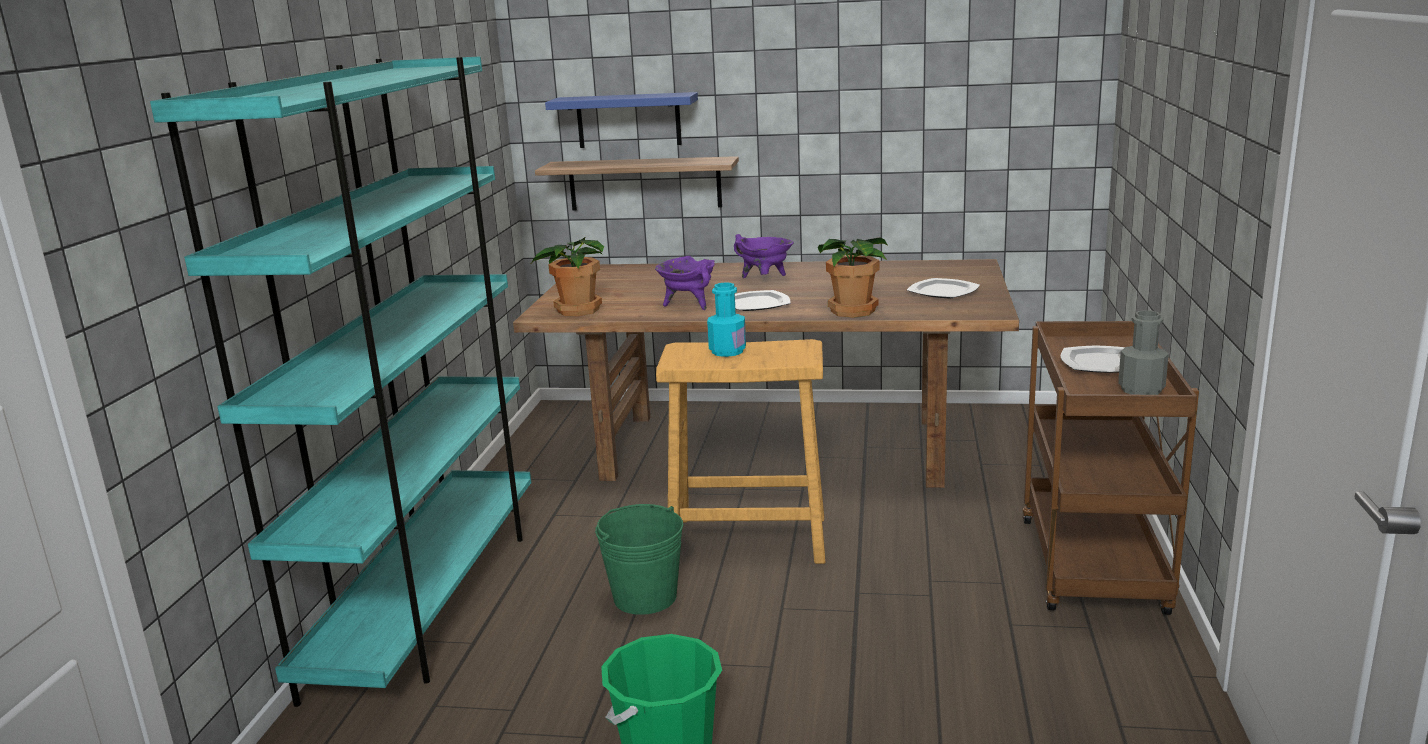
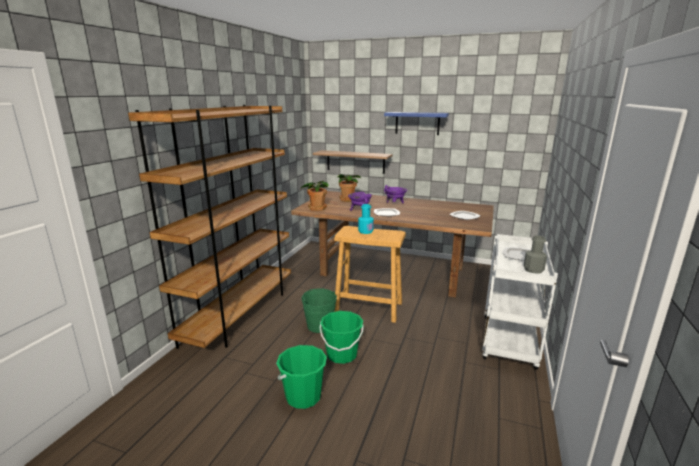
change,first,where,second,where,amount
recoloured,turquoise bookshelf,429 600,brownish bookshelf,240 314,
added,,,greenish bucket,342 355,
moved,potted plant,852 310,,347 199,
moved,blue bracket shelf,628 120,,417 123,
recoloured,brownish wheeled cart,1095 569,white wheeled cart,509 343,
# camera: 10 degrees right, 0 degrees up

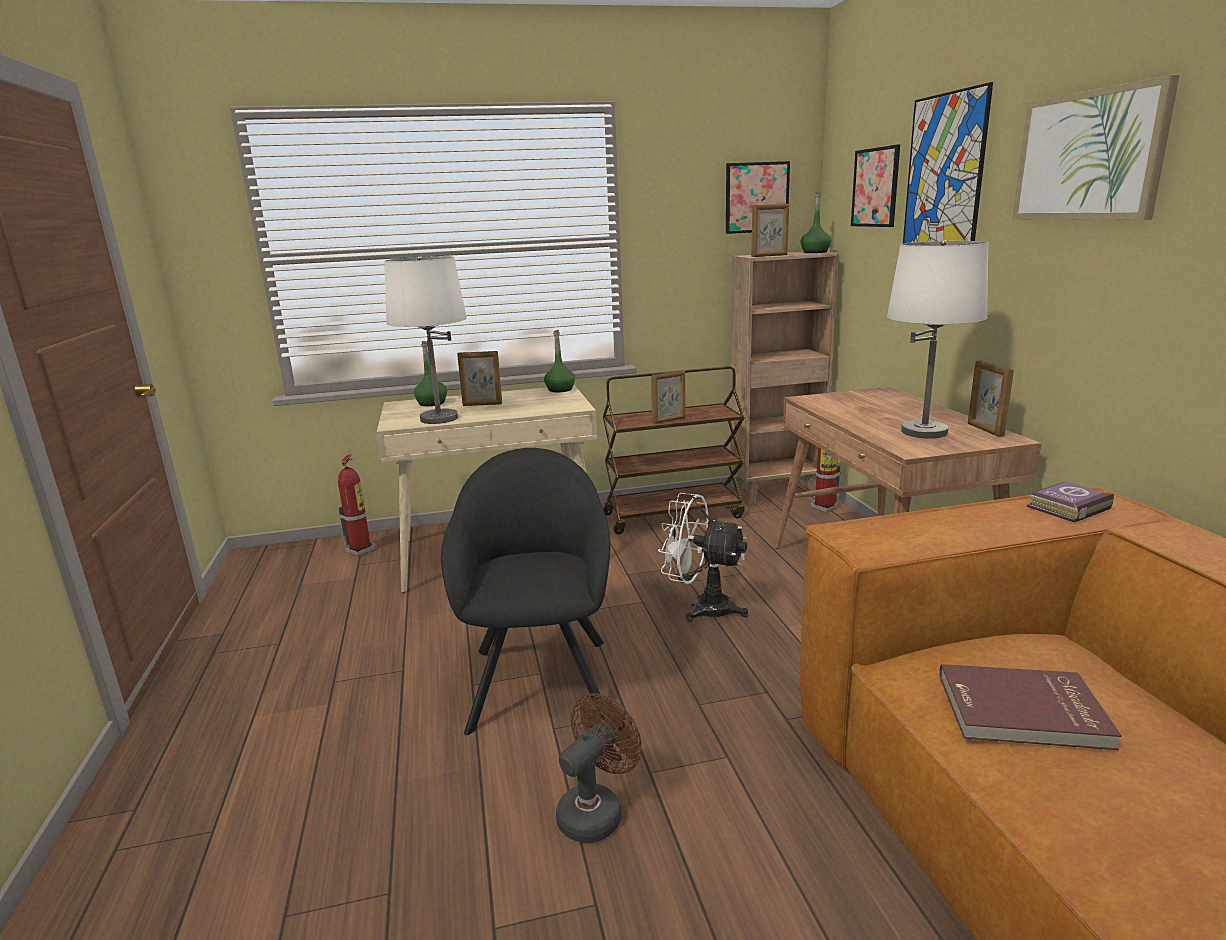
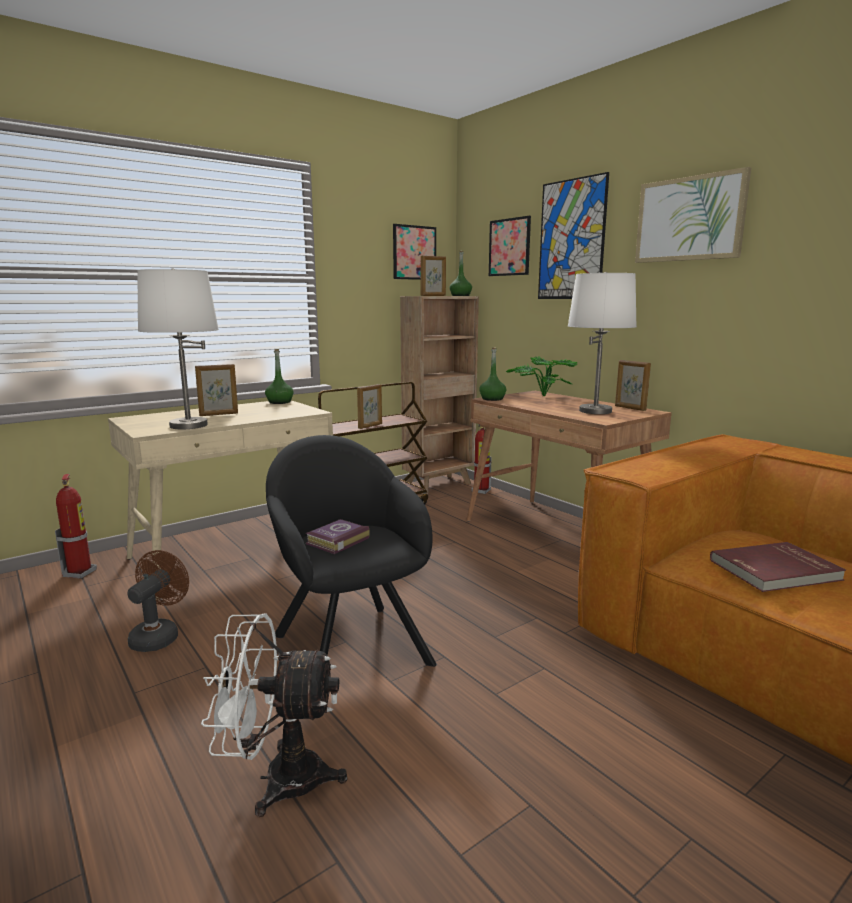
change,first,where,second,where,amount
moved,brownish fan,596 810,,159 636,
moved,white fan,702 607,,278 779,
moved,volume,1066 507,,336 541,
moved,greenish bottle,432 403,,492 399,
added,,,potted plant,542 397,
# camera: 25 degrees left, 5 degrees down

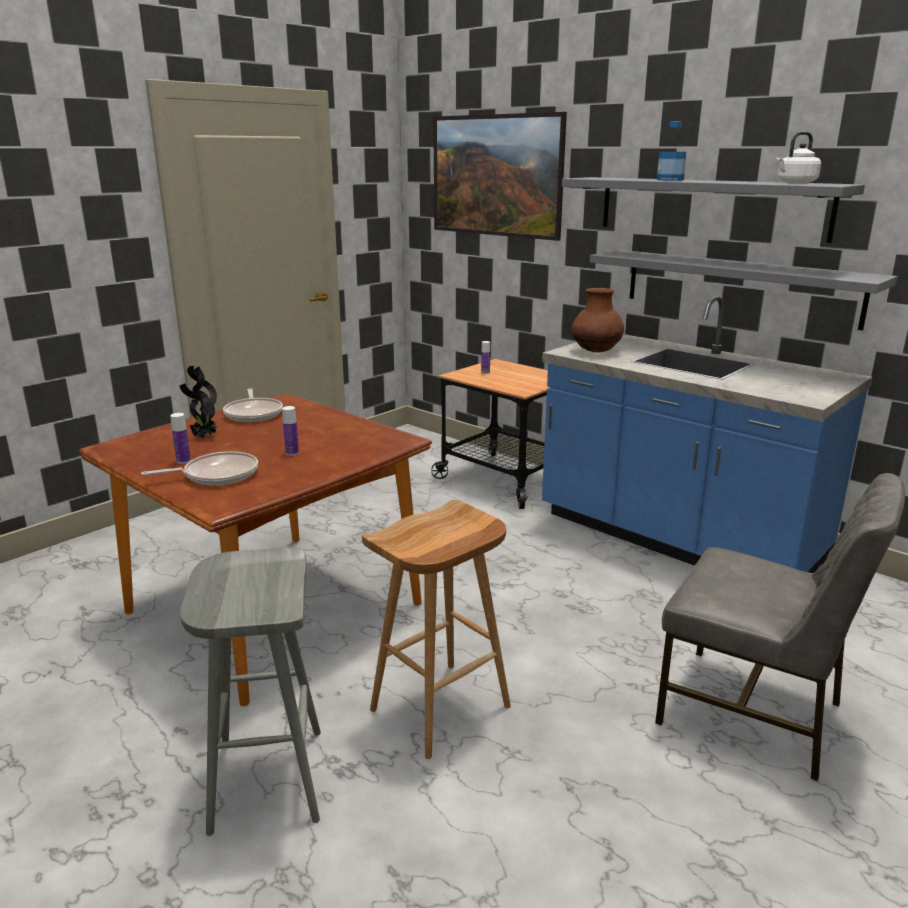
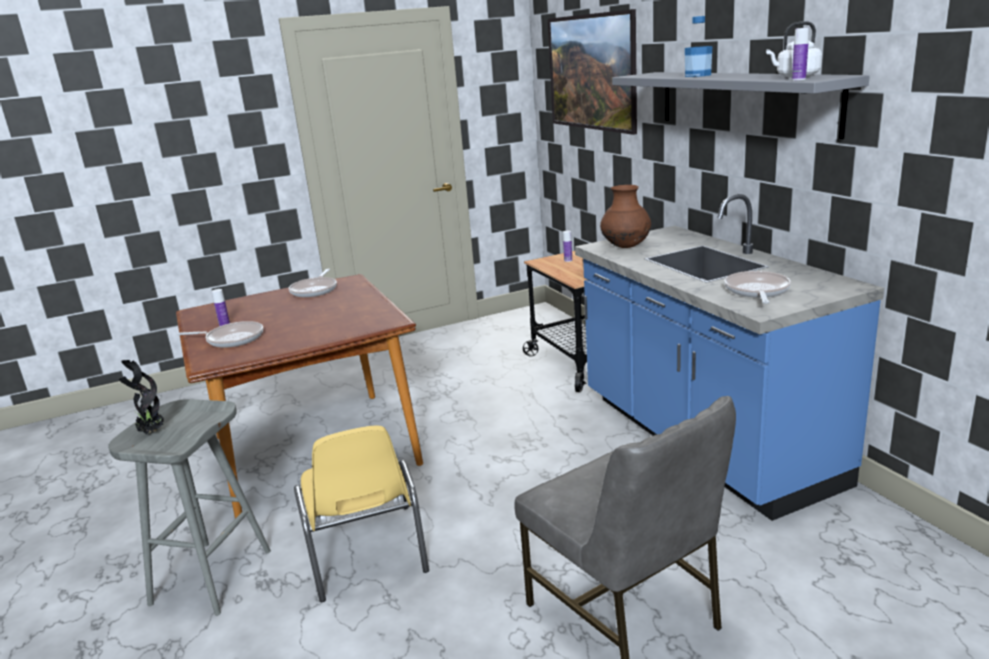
change,first,where,second,where,amount
moved,potted plant,204 437,,151 432,
replaced,brownish stool seat,440 709,yellow chair,365 553,
added,,,frying pan,756 291,
moved,bottle,292 453,,798 79,
removed,grey bracket shelf,738 287,,,
# camera: 25 degrees right, 0 degrees up

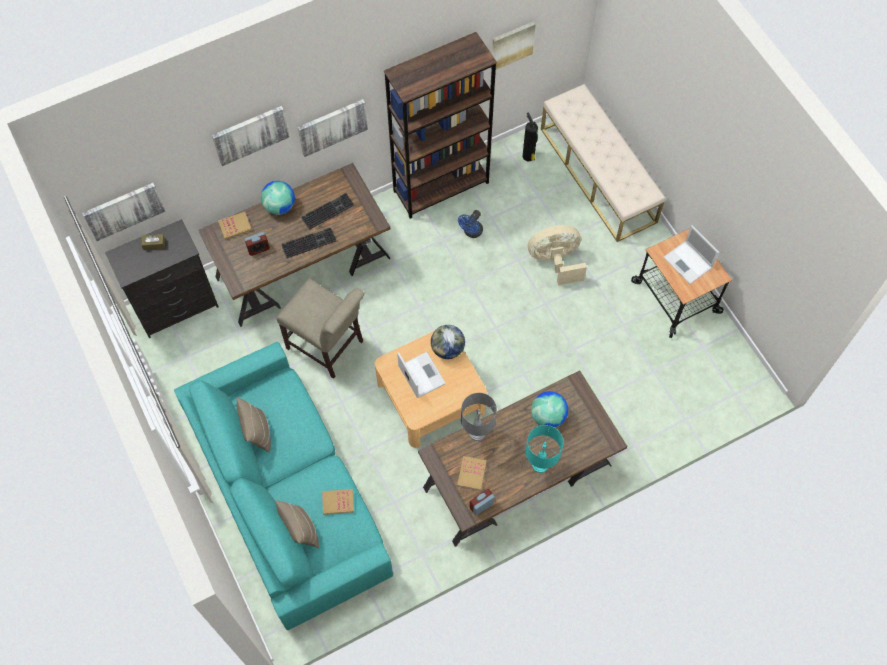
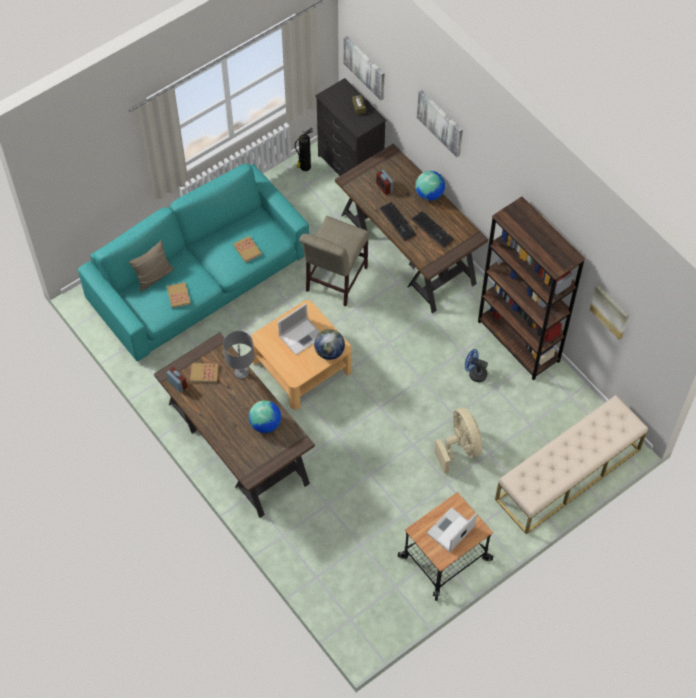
change,first,where,second,where,amount
moved,volume,235 226,,247 250,
moved,fire extinguisher,528 157,,304 167,
removed,beige pillow,257 432,,,
removed,wall picture,332 126,,,
removed,turquoise lamp for a table,540 464,,,
# camera: 80 degrees right, 5 degrees down

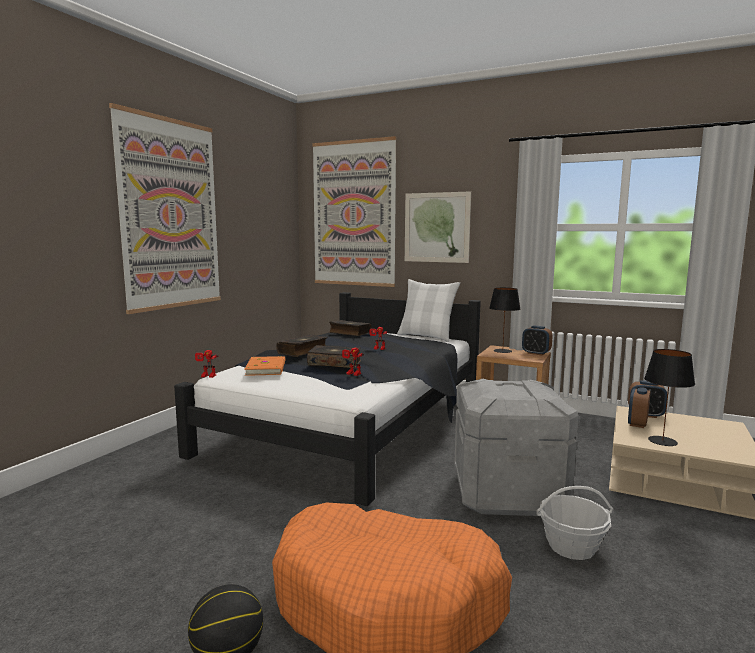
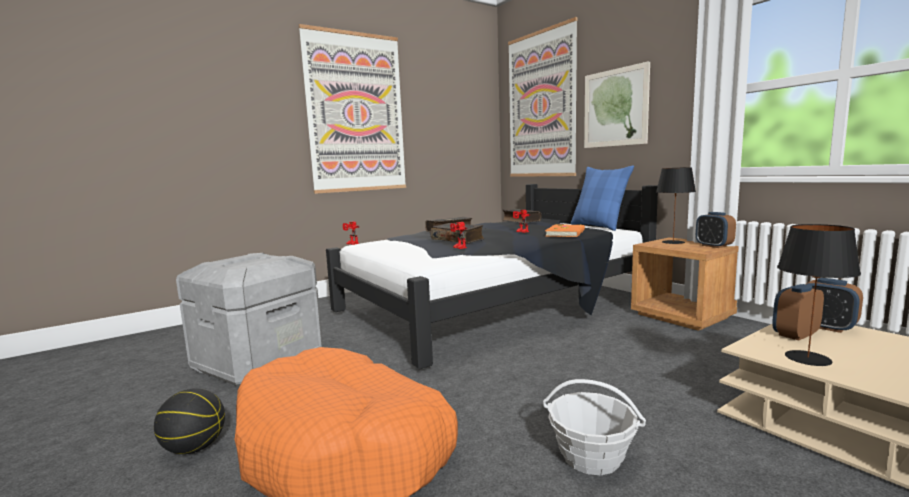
change,first,where,second,where,amount
moved,grey storage box,507 492,,259 363,
moved,orangey volume,267 368,,566 233,
recoloured,white pillow,426 336,blue pillow,598 226,
# camera: 30 degrees right, 0 degrees up

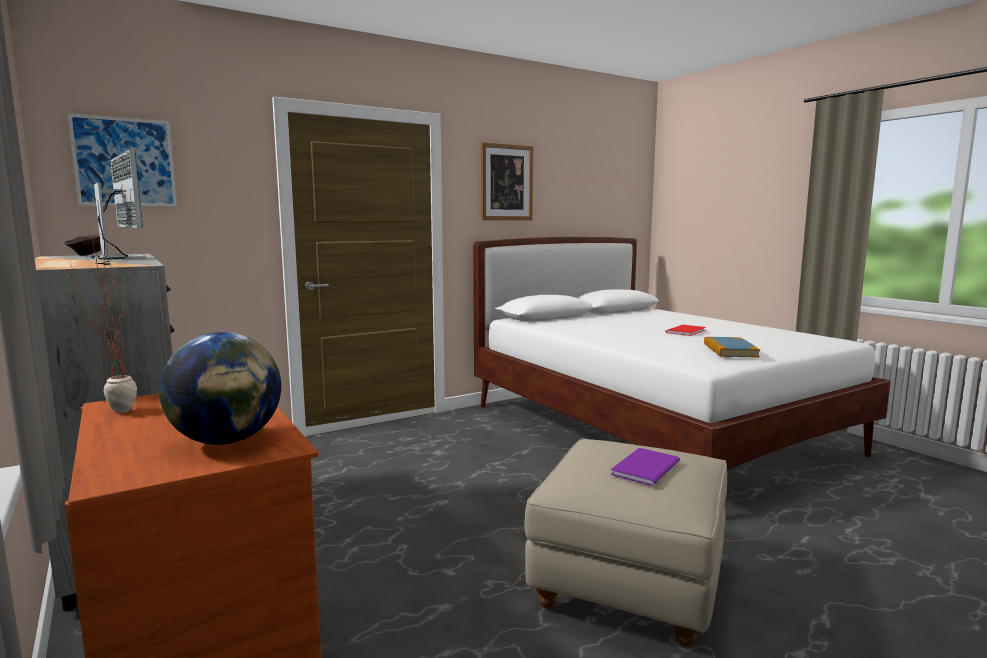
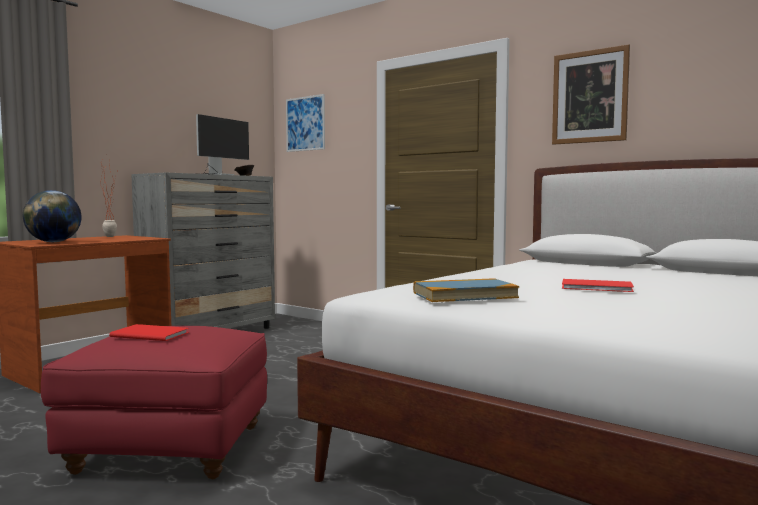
change,first,where,second,where,amount
recoloured,beige pouffe,629 584,red-coloured pouffe,168 449,
recoloured,purple volume,643 468,red-coloured volume,149 334,
# camera: 70 degrees right, 5 degrees down

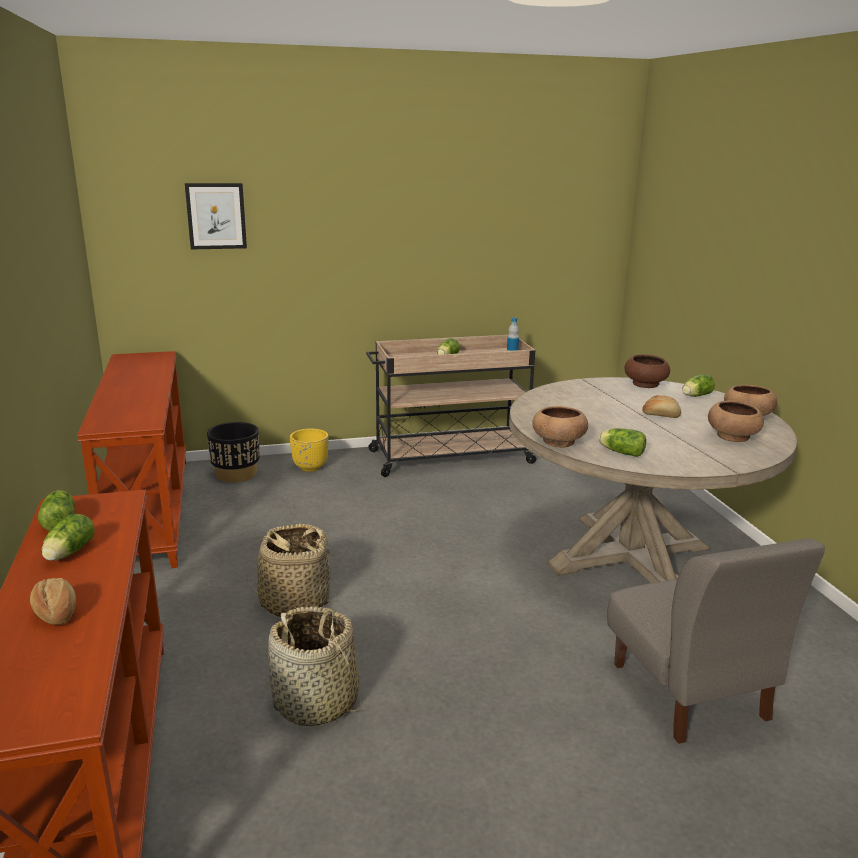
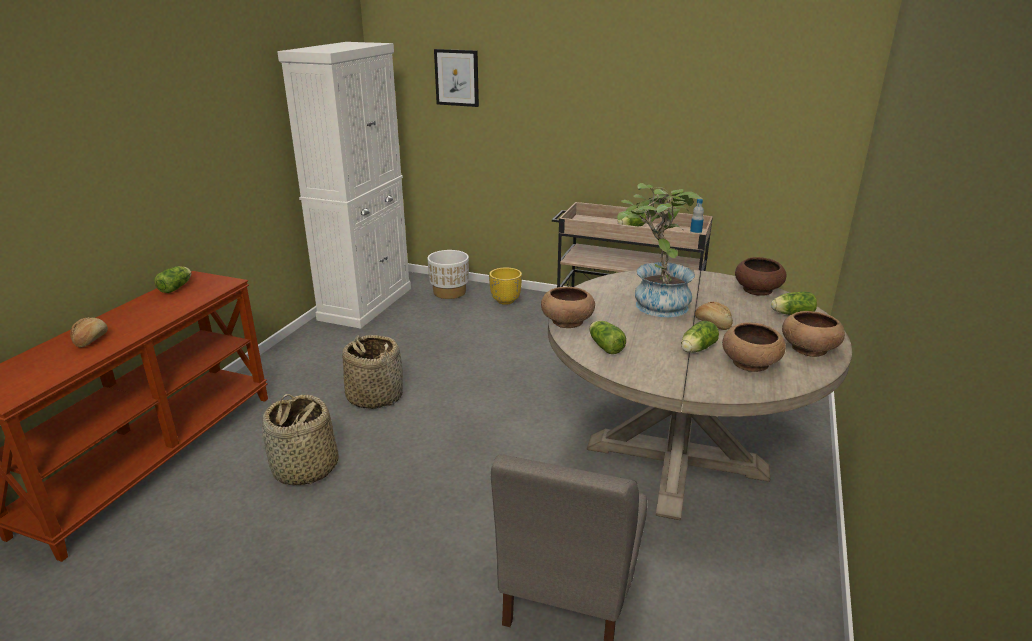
change,first,where,second,where,amount
replaced,brownish hall table,148 511,white cabinet,366 303,
recoloured,blackish plant pot,236 474,white plant pot,449 292,
added,,,potted plant,653 303,
moved,lettuce,68 553,,696 349,
# camera: 35 degrees right, 5 degrees up

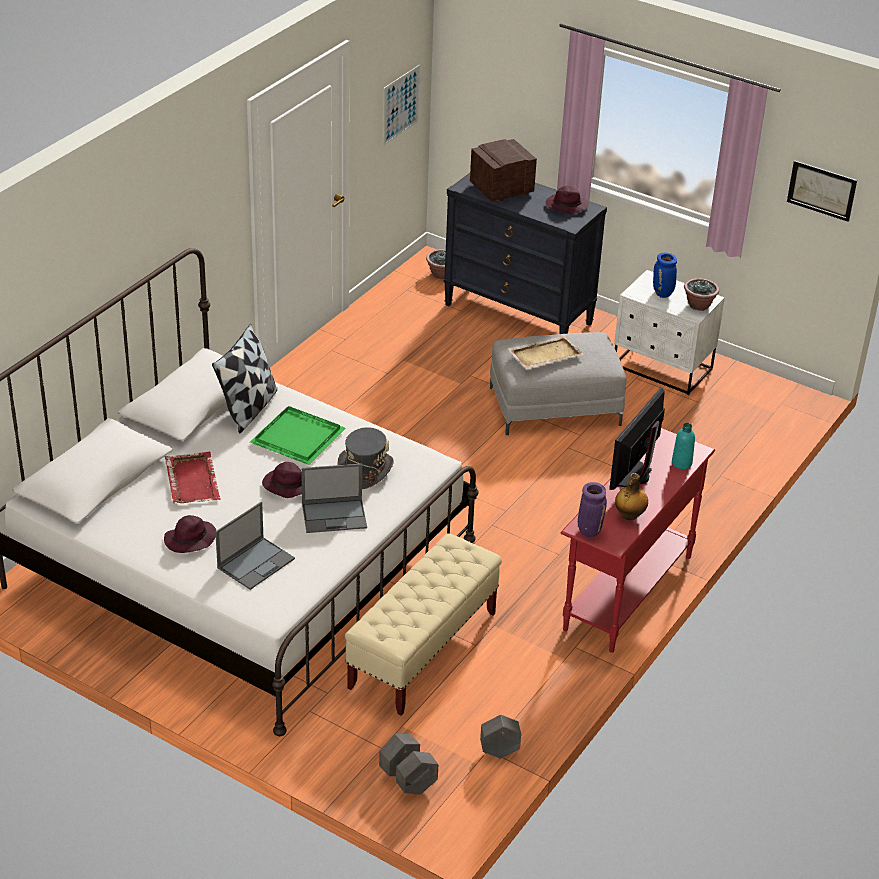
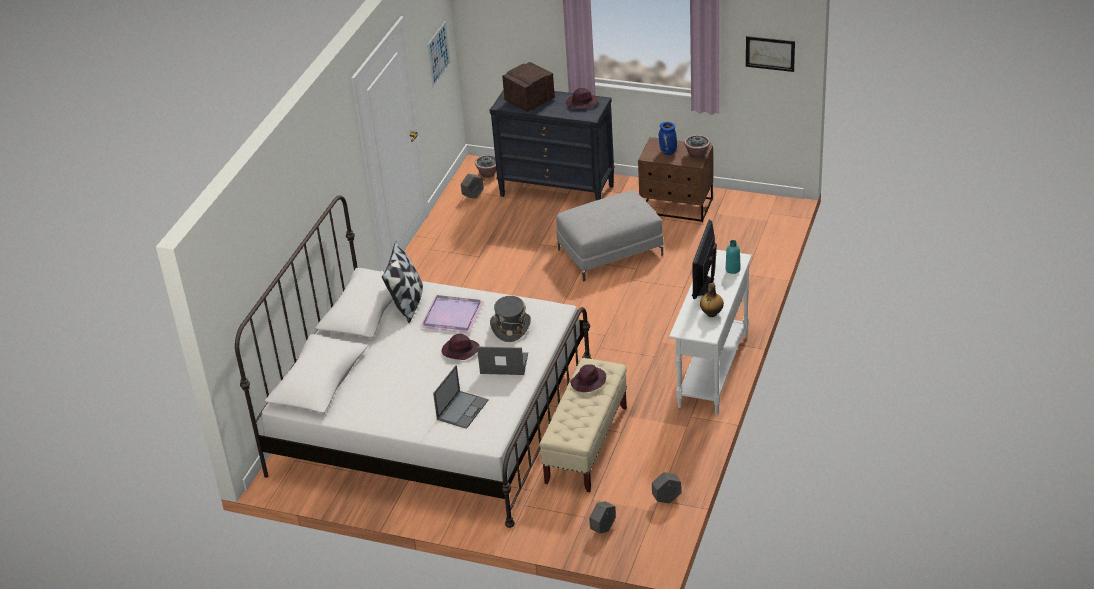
change,first,where,second,where,amount
recoloured,greenish serving tray,298 438,purple serving tray,453 316,
moved,grey plant pot,416 788,,473 196,
turned,portable computer,335 515,,503 364,150 degrees counterclockwise
moved,purple clothing hat,190 540,,588 382,
recoloured,white night table,662 368,brownish night table,677 207,
recoloured,red-coloured hall table,627 593,white hall table,712 371,
removed,red-coloured serving tray,192 480,,,
removed,beige serving tray,544 355,,,
removed,purple vase,589 530,,,
# camera: 10 degrees left, 0 degrees up

